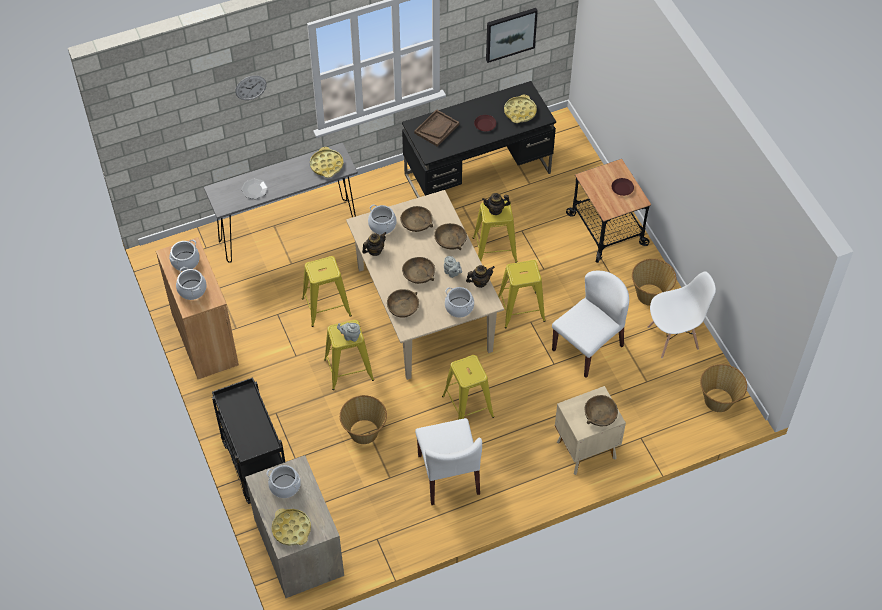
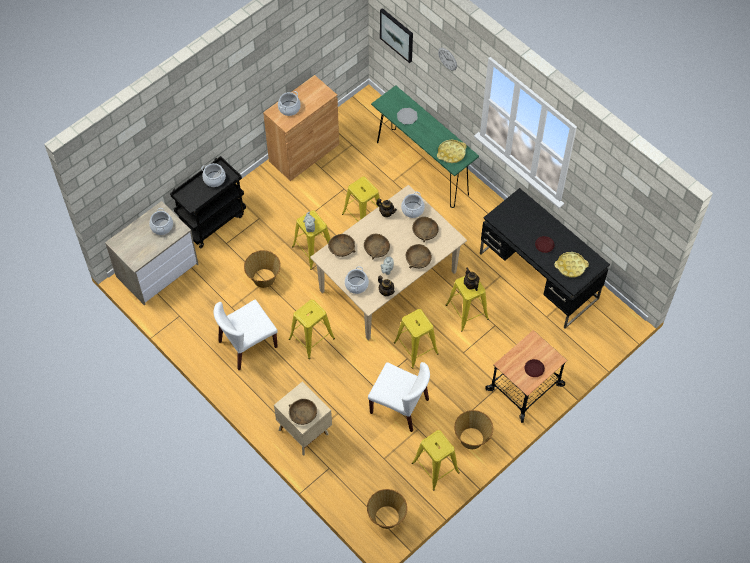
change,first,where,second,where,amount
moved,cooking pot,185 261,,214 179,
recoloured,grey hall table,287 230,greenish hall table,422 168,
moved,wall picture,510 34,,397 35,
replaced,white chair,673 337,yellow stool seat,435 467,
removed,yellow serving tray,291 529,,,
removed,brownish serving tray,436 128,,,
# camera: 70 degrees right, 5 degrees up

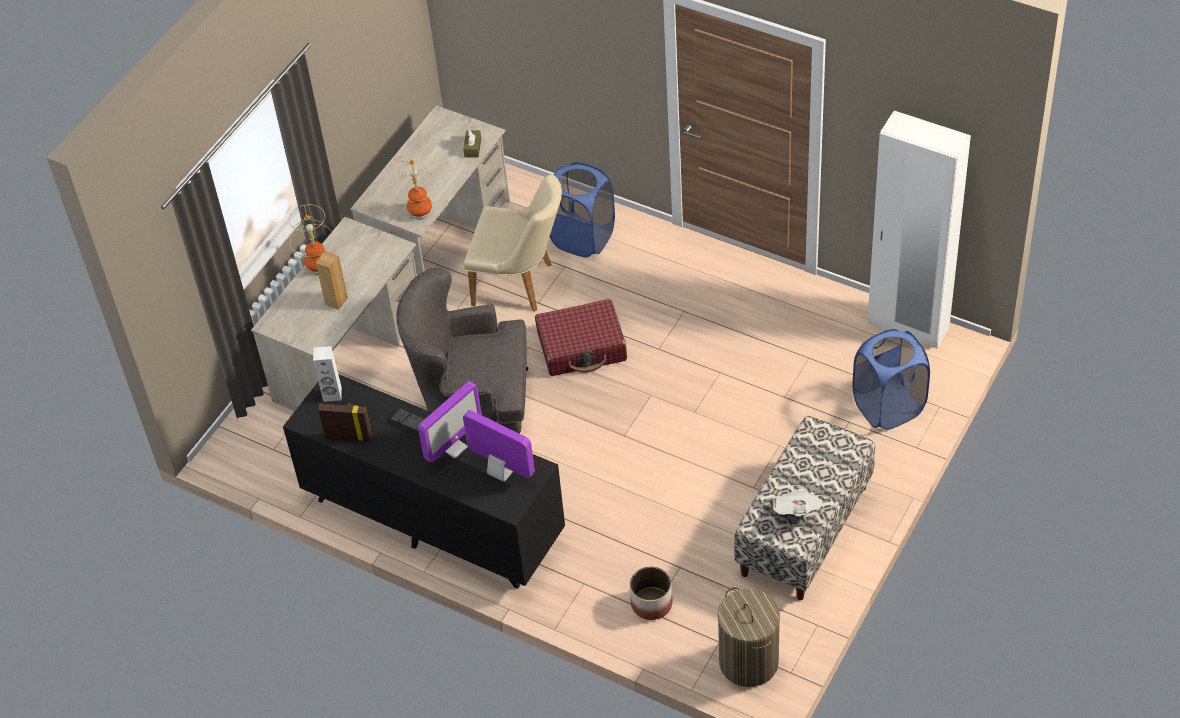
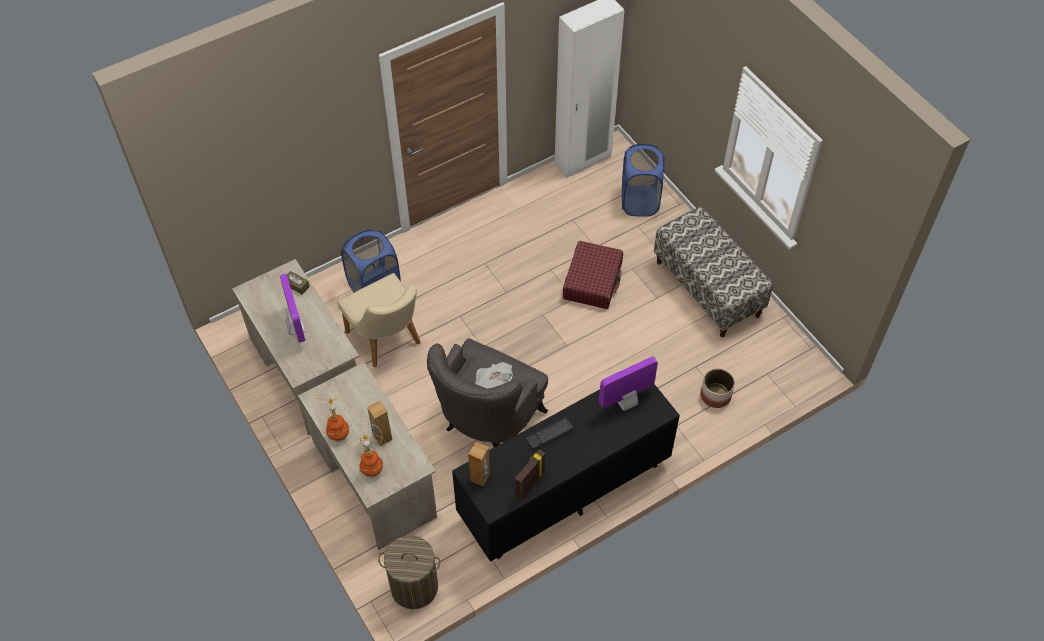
change,first,where,second,where,amount
moved,computer display,453 447,,296 327,
turned,beige chair,520 284,,387 341,105 degrees clockwise
moved,lamp for a table,420 213,,372 470,
moved,hamper,748 661,,414 587,
recoloured,white audio speaker,332 394,brownish audio speaker,480 477,
moved,printed paper,797 510,,492 382,
moved,red-coloured suitcase,582 347,,592 281,
# camera: 65 degrees left, 5 degrees up

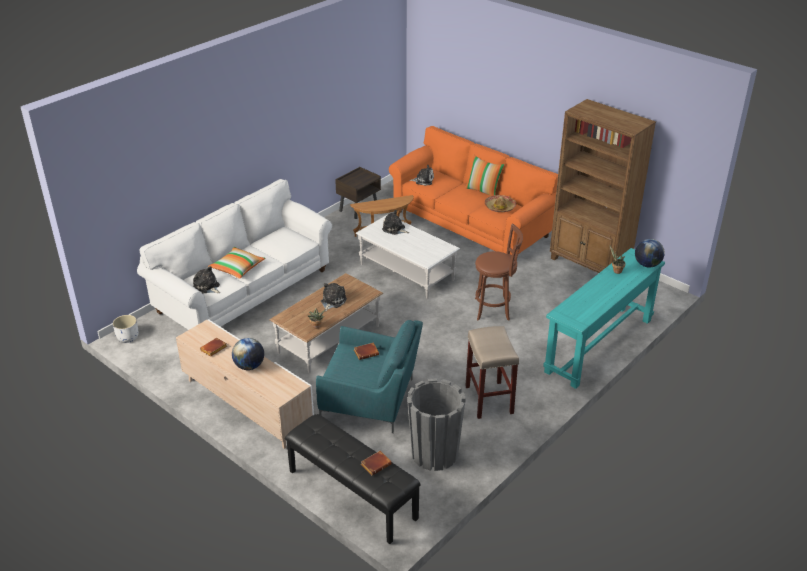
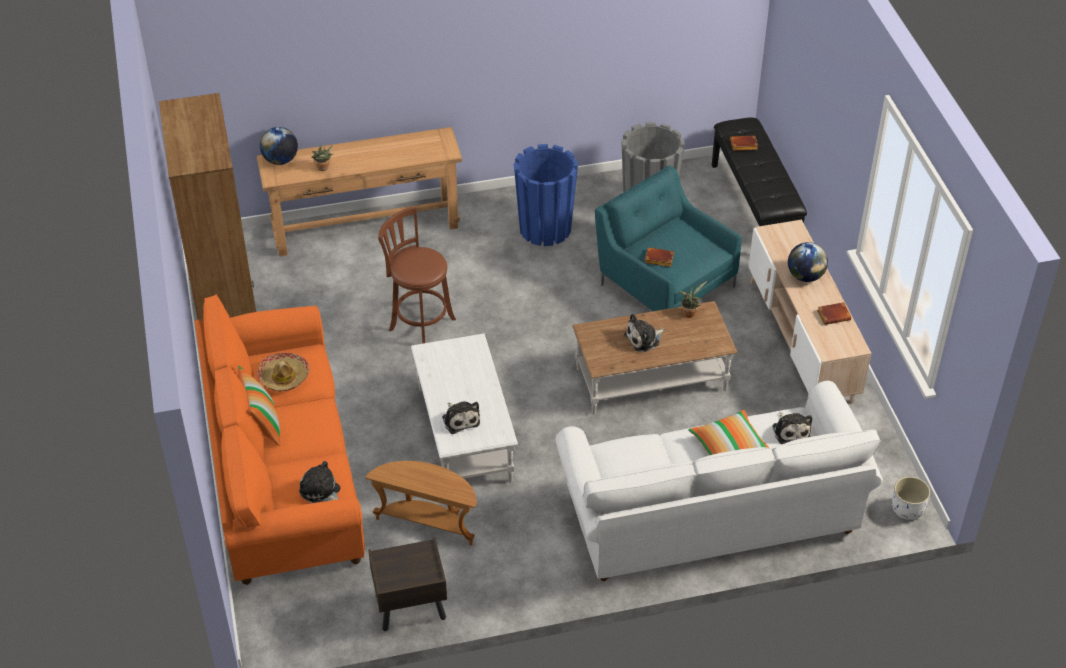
change,first,where,second,where,amount
recoloured,turquoise hall table,599 345,brownish hall table,366 227,
replaced,beige stool seat,488 399,blue plant pot,545 229,
# camera: 145 degrees left, 10 degrees up

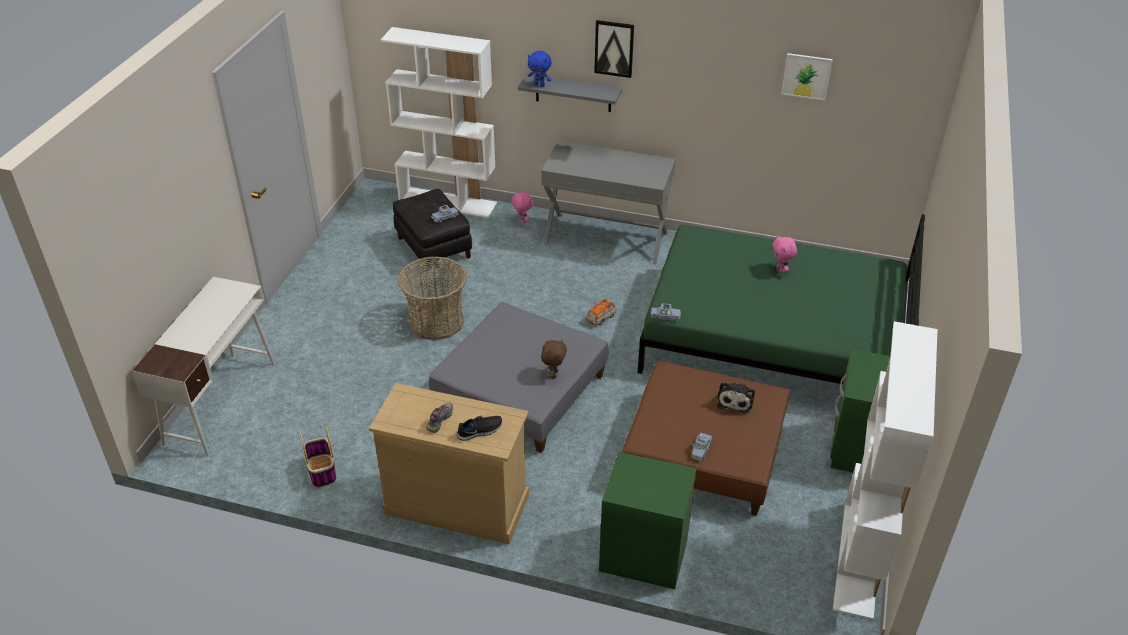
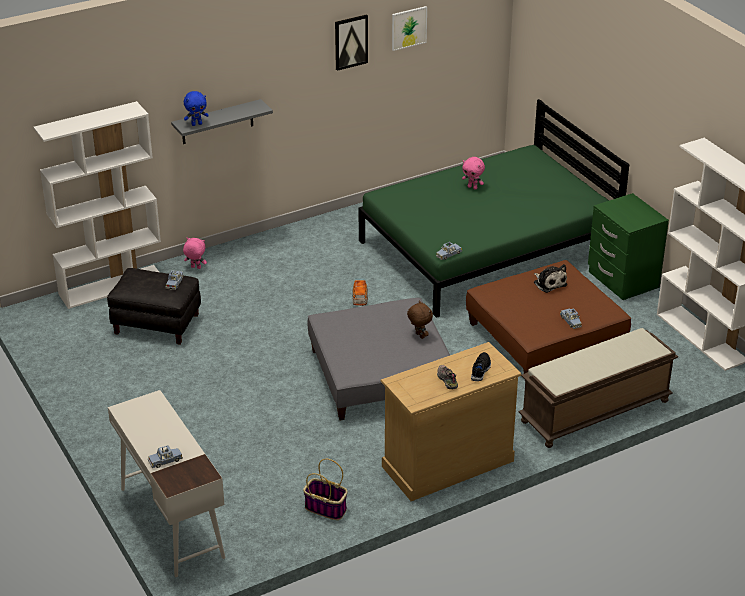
change,first,where,second,where,amount
added,,,blue model car,165 460,
moved,wall picture,614 48,,351 42,
replaced,greenish night table,644 554,brownish long seat,595 412,
removed,basket,436 321,,,
removed,grey hall table,606 238,,,
# camera: 45 degrees left, 5 degrees down

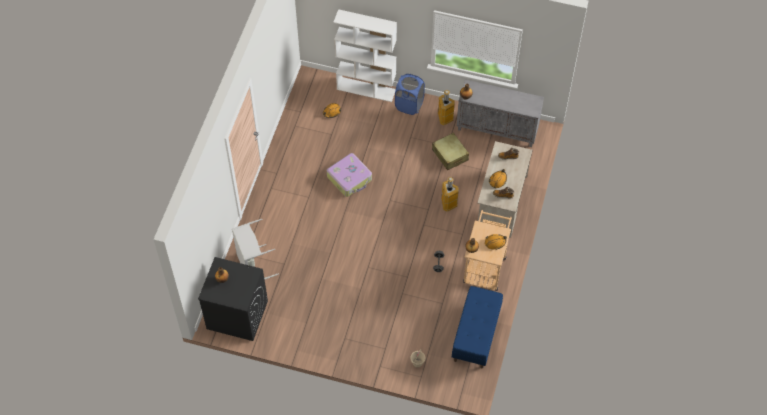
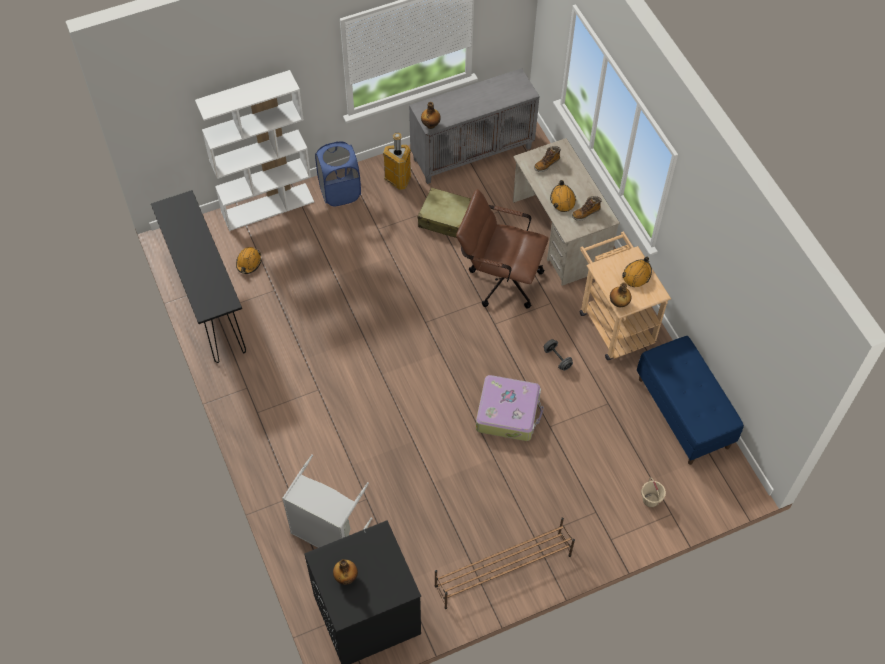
change,first,where,second,where,amount
added,,,blackish hall table,208 302,
added,,,brownish shoe shelf,502 570,
replaced,trash can,448 204,brownish computer chair,499 278,
moved,suitcase,350 178,,508 412,
# camera: 40 degrees left, 0 degrees up

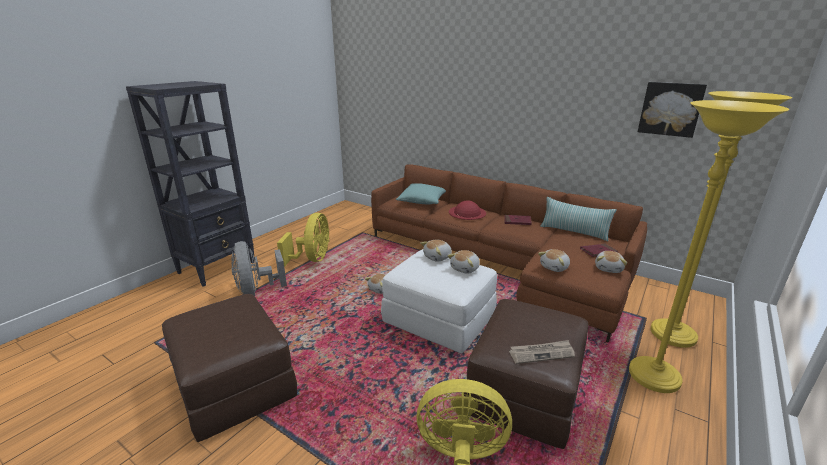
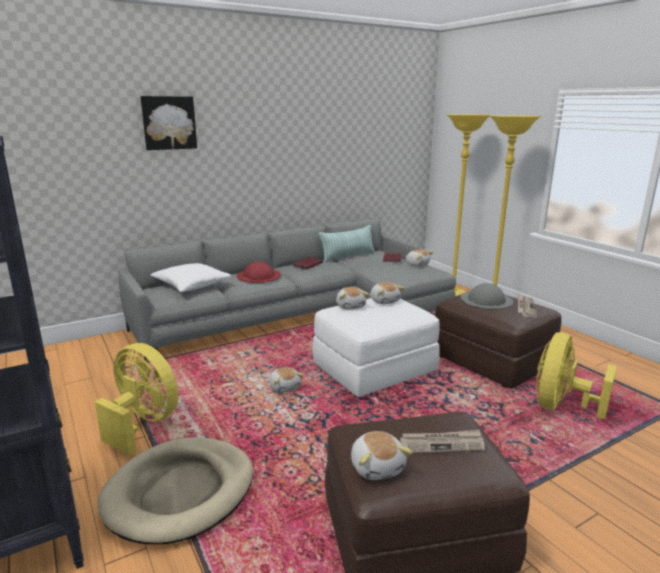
change,first,where,second,where,amount
replaced,grey fan,257 291,beige pet bed,180 492,
recoloured,brownish couch,501 263,grey couch,302 315,
moved,wall picture,670 109,,169 123,
recoloured,turquoise pillow,423 201,white pillow,191 286,
moved,soft toy,555 267,,377 467,
added,,,printed paper,442 444,
added,,,grey clothing hat,486 299,
# camera: 65 degrees left, 5 degrees down

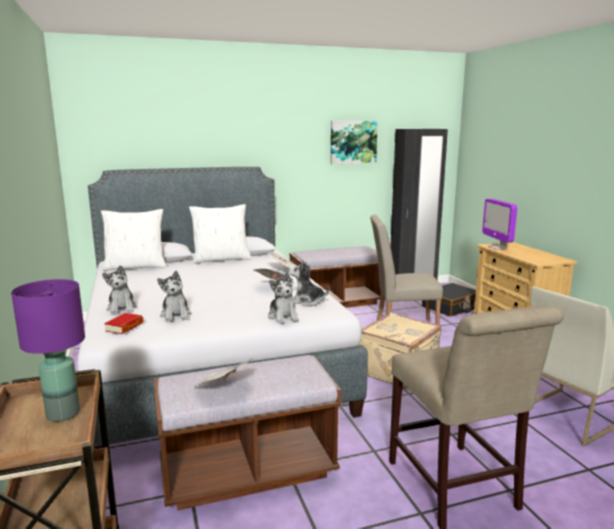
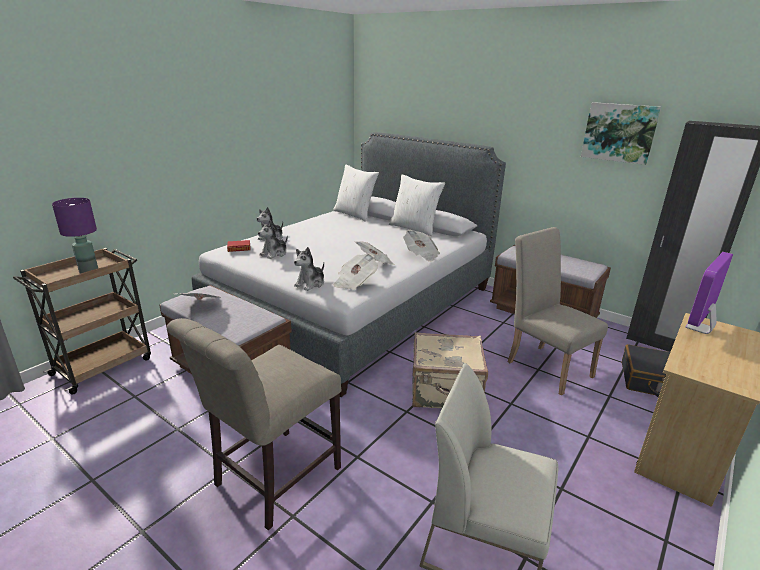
change,first,where,second,where,amount
replaced,soft toy,307 302,printed paper,355 282,
# camera: 55 degrees right, 10 degrees up

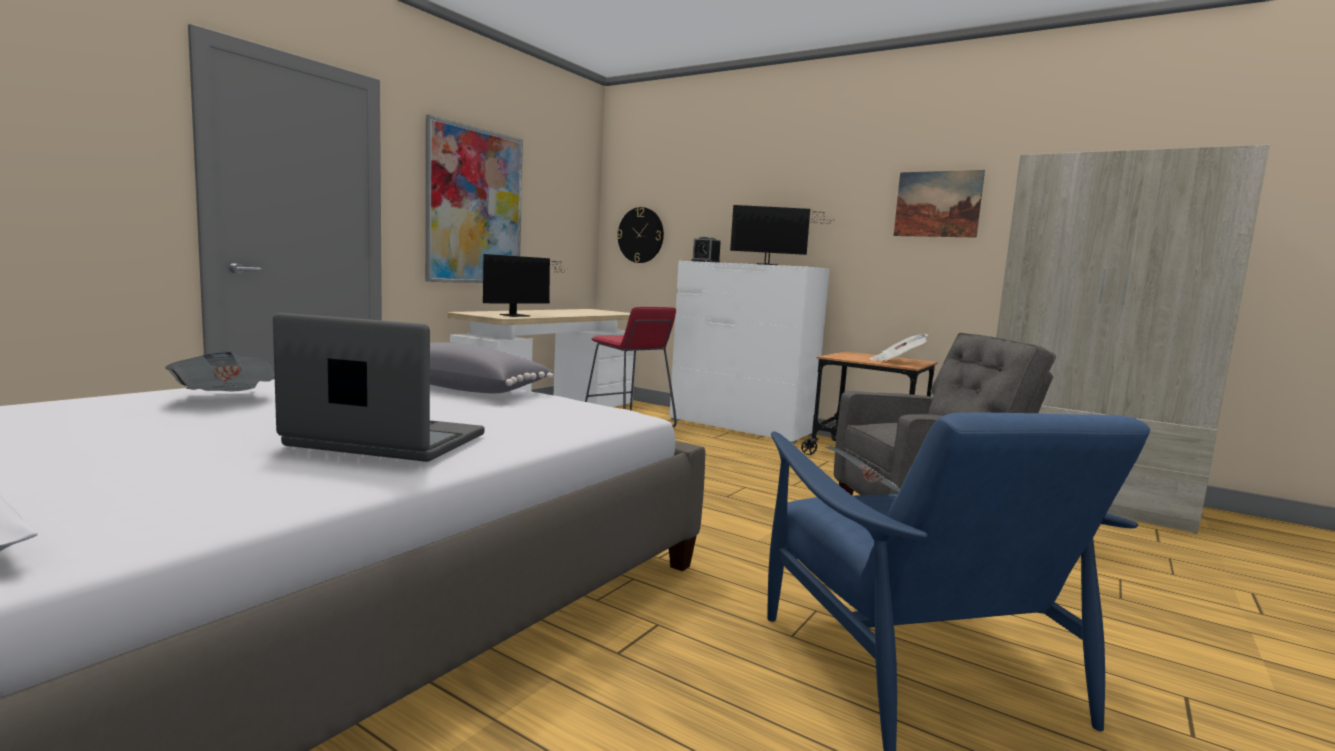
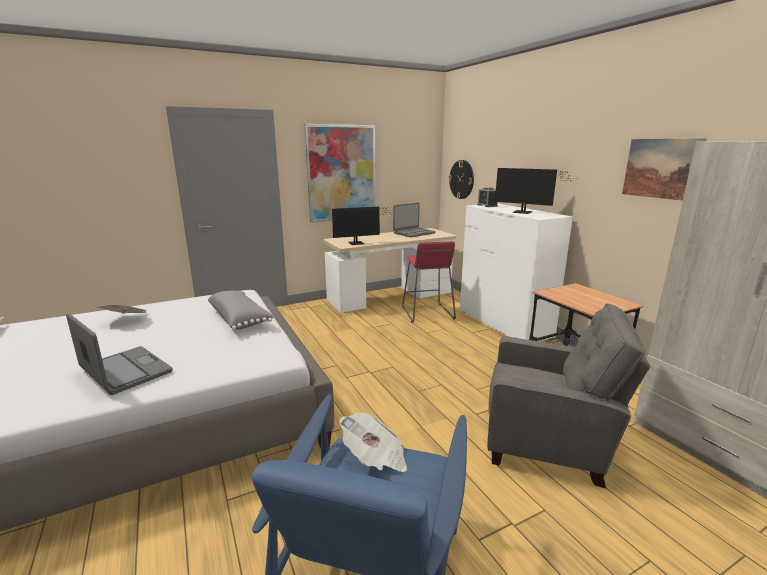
change,first,where,second,where,amount
added,,,portable computer,414 233,
removed,printed paper,897 362,,,
# camera: 30 degrees right, 10 degrees up

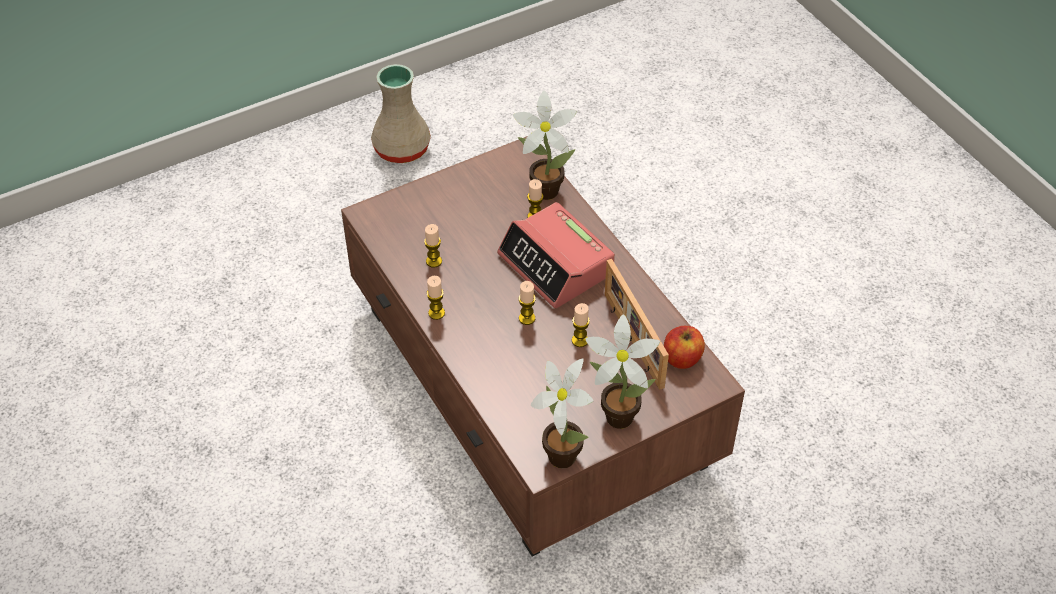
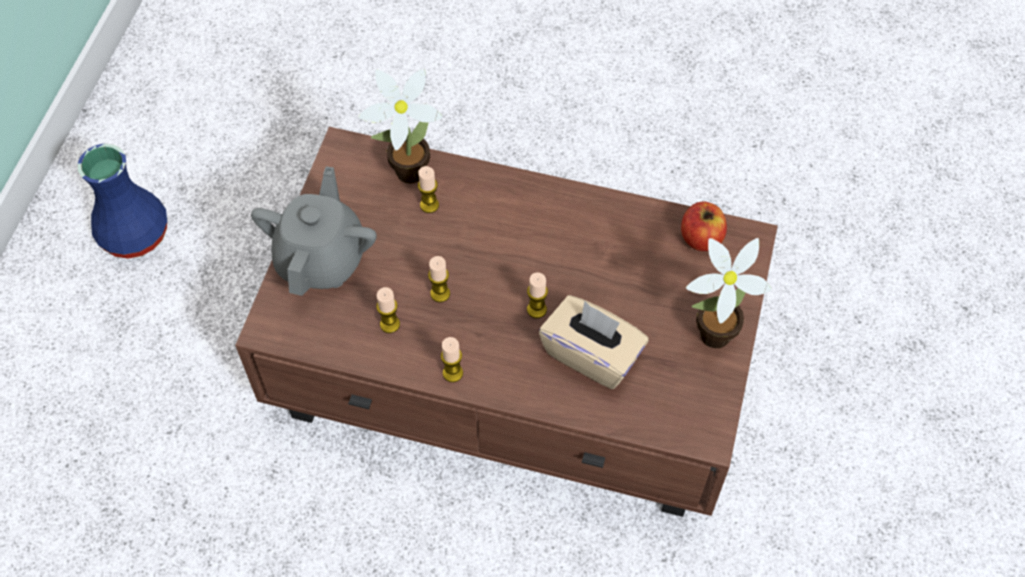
change,first,where,second,where,amount
recoloured,beige vase,403 149,blue vase,136 233,
added,,,grey teapot,322 259,
moved,wax light,580 340,,440 293,
added,,,beige tissue box,592 354,
removed,table clock,556 265,,,
removed,potted plant,561 452,,,
removed,picture frame,631 340,,,
# camera: 45 degrees left, 10 degrees up

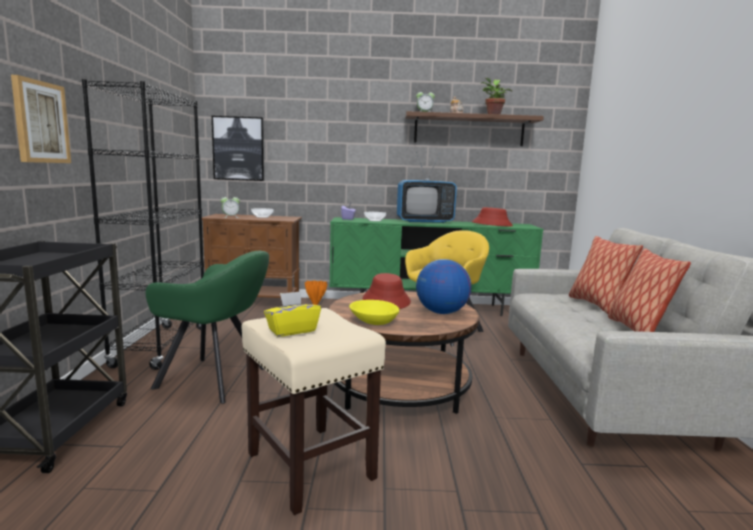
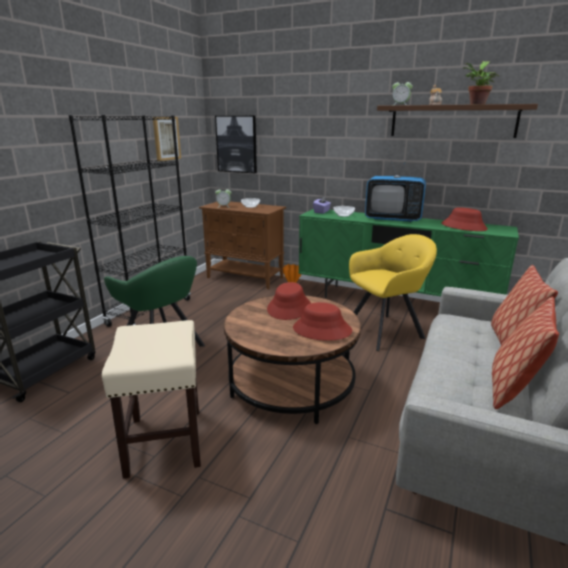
change,first,where,second,where,amount
moved,wall picture,40 122,,166 138,
replaced,world globe,441 312,red-coloured clothing hat,322 330,
removed,yellow tissue box,292 330,,,
removed,yellow bowl,373 321,,,
# camera: 25 degrees right, 10 degrees up

